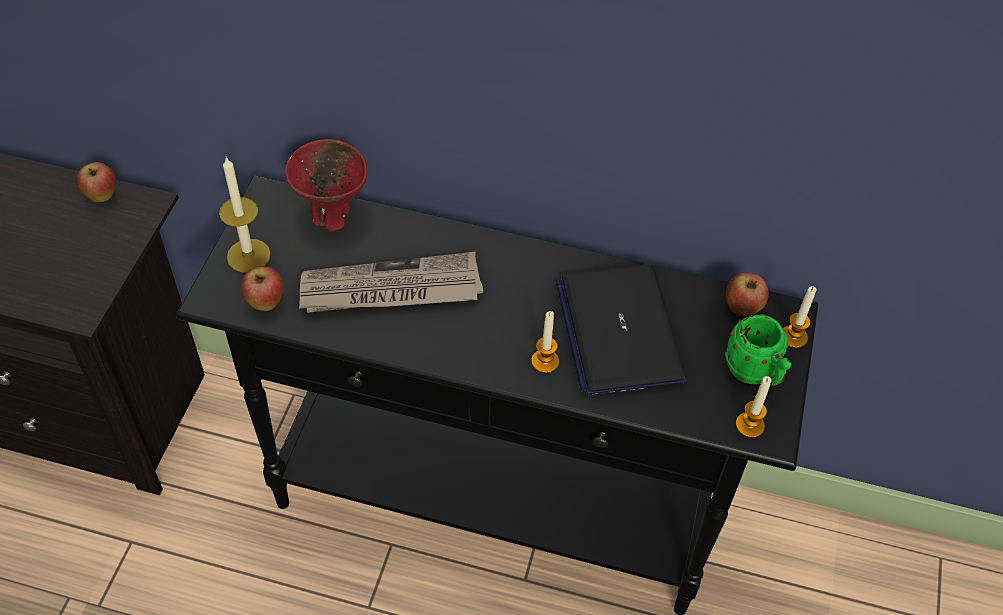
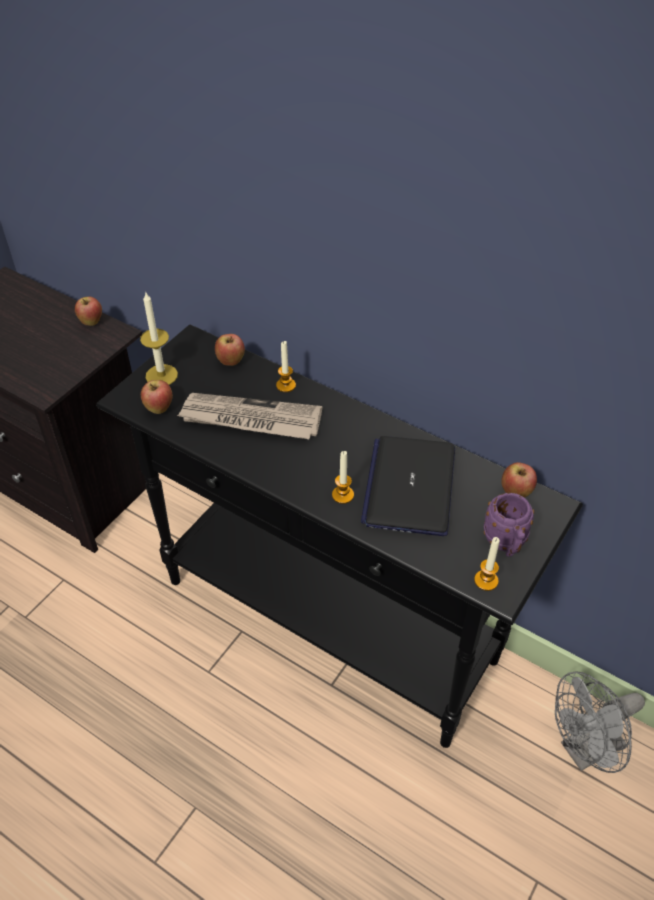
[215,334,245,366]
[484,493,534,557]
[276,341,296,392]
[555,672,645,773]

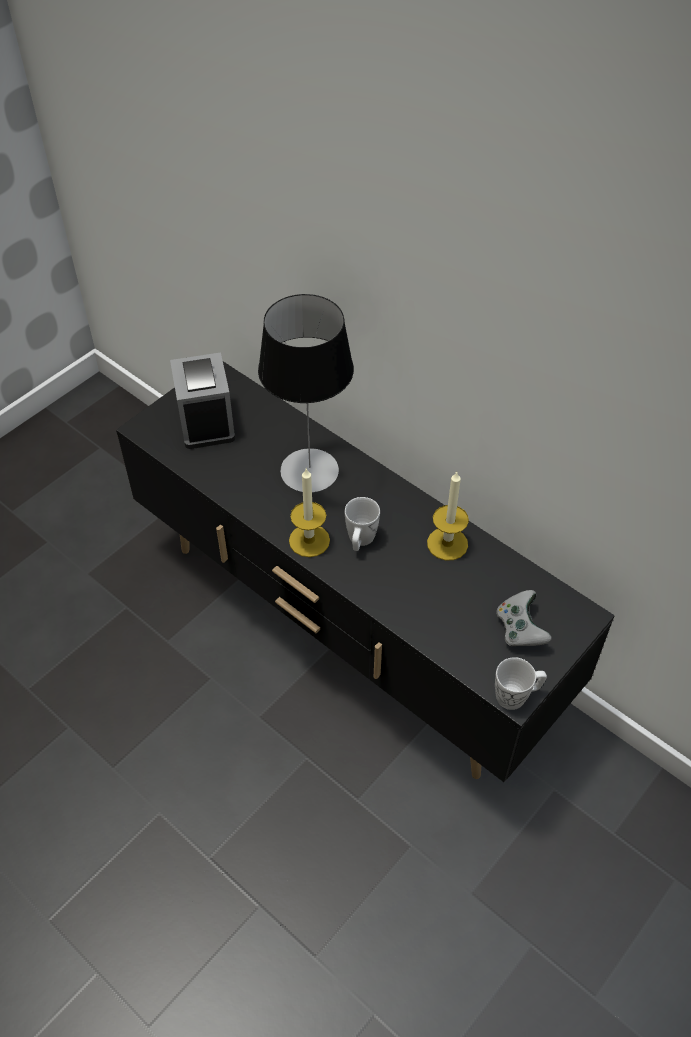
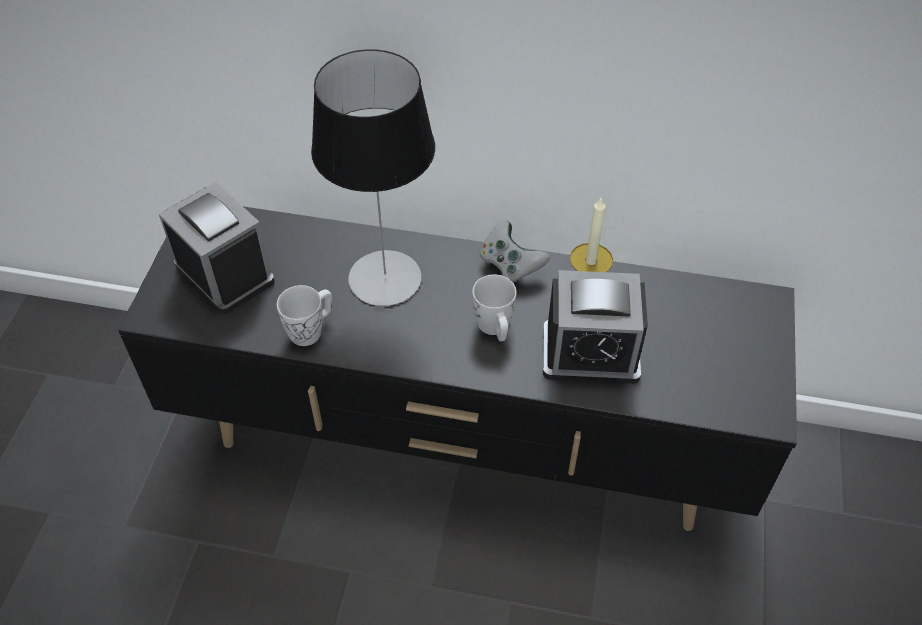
[289,467,330,557] (first image)
[277,285,332,346]
[479,220,550,283]
[543,270,648,384]

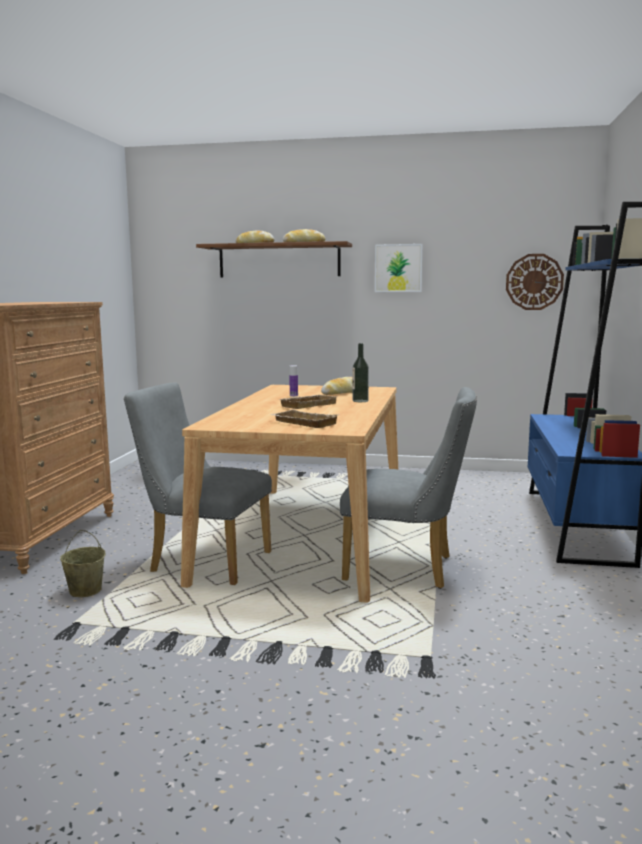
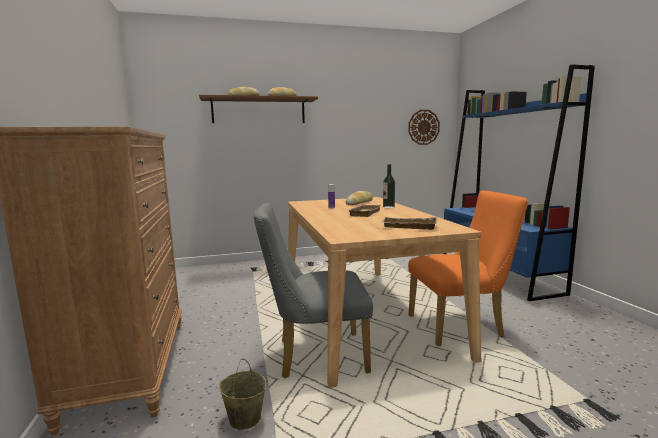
[408,191,529,346]
[375,244,423,292] (first image)

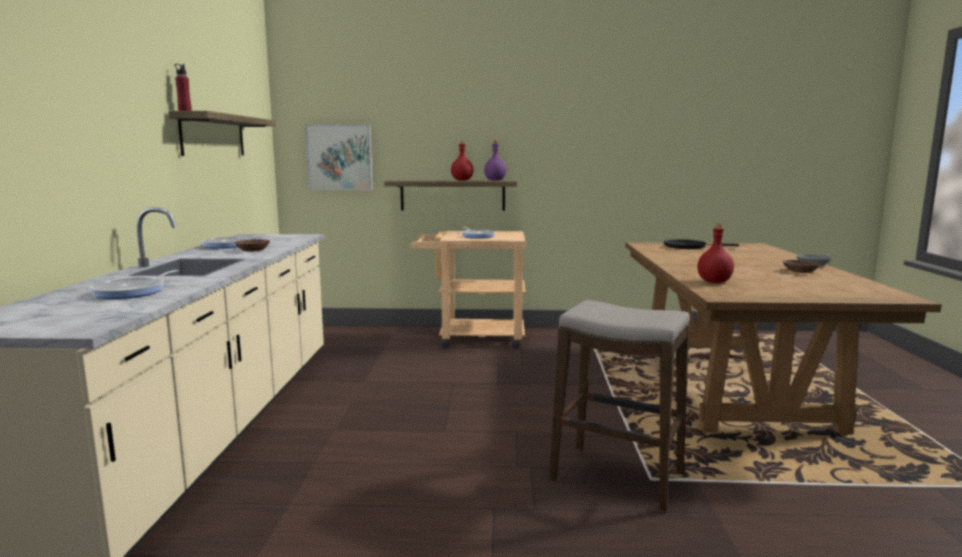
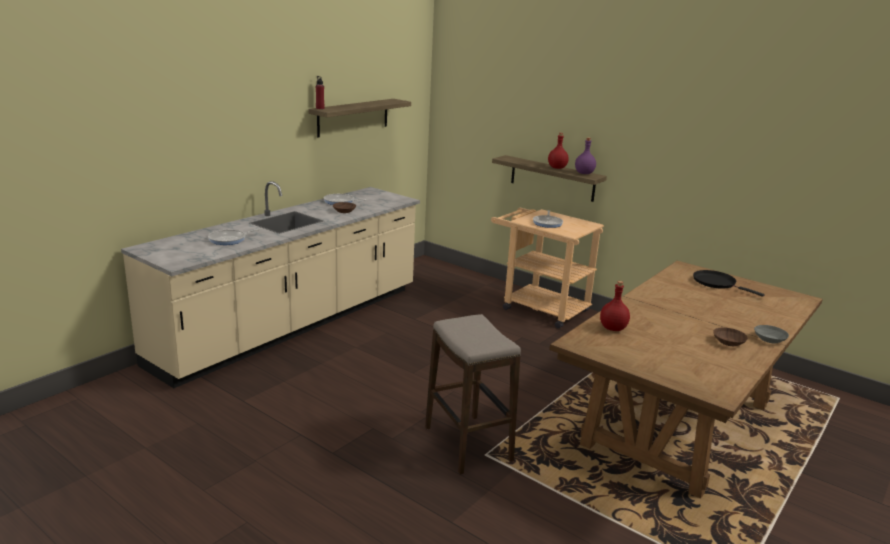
[305,124,373,190] (first image)

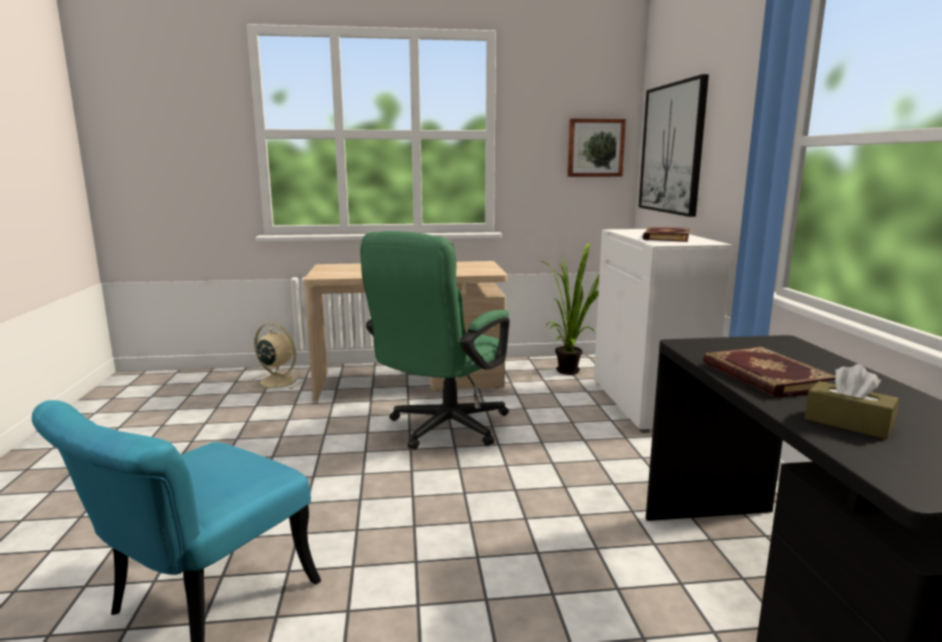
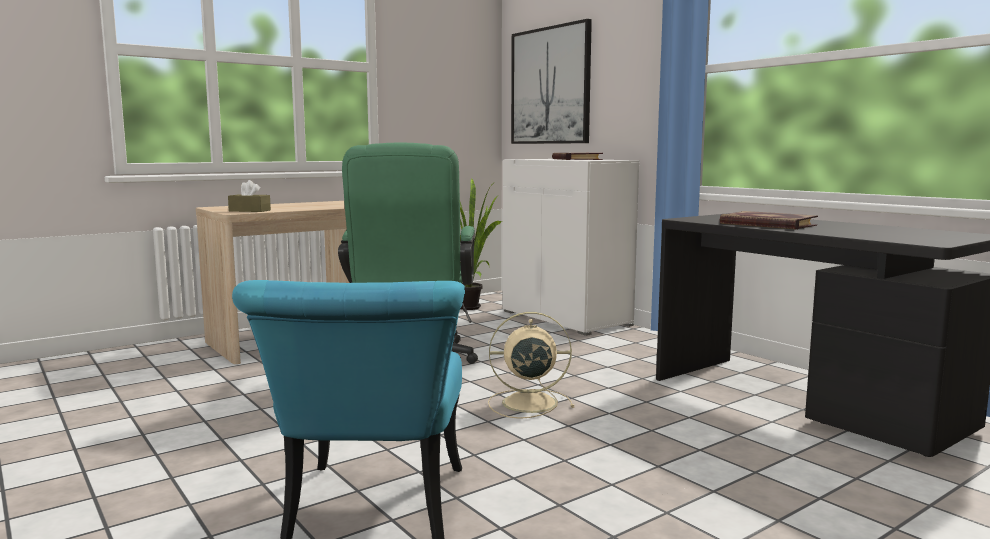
[488,312,575,419]
[567,119,626,177] (first image)
[228,180,271,212]

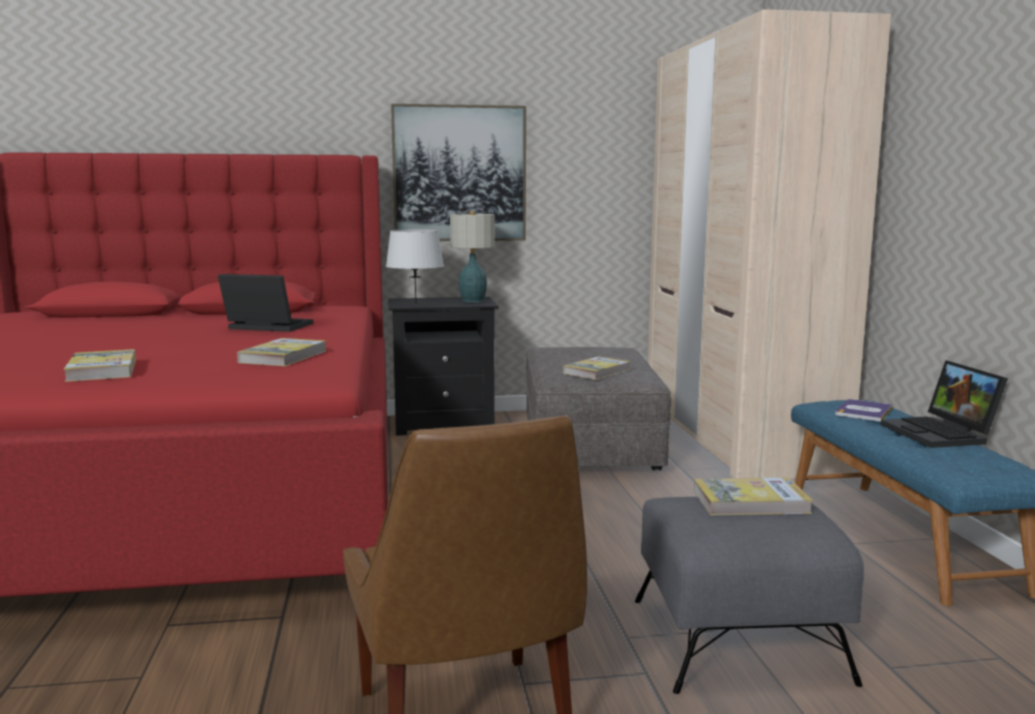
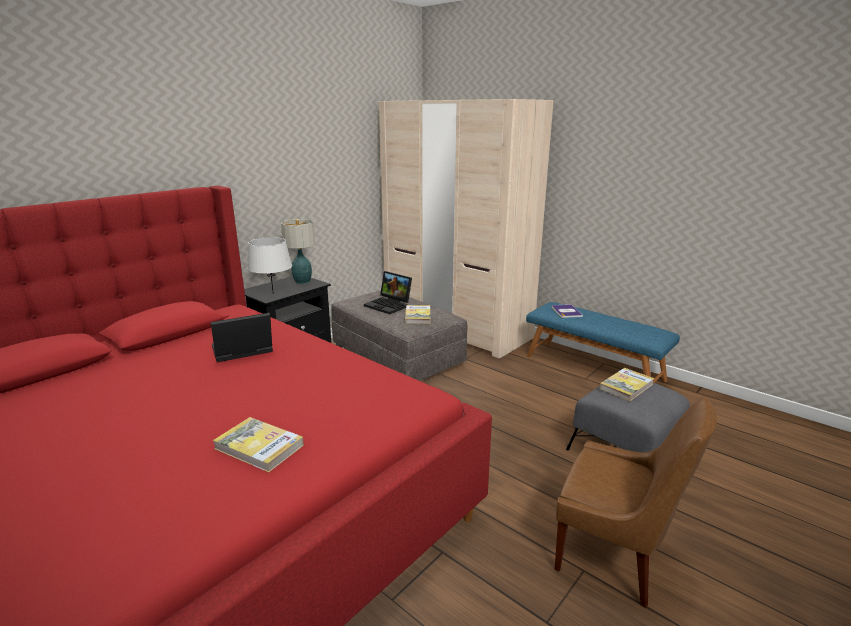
[237,338,327,366] (first image)
[391,104,526,241] (first image)
[364,271,412,314]

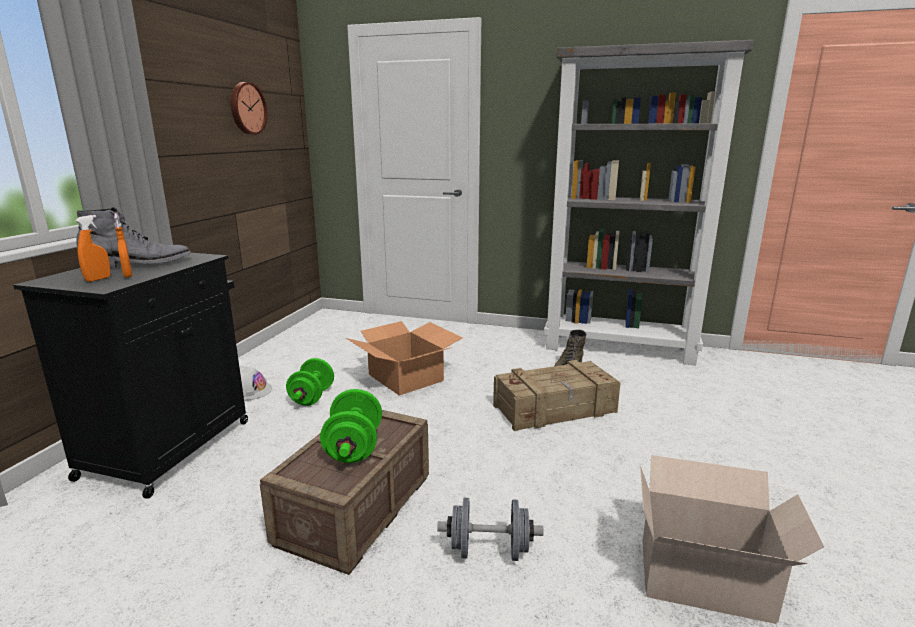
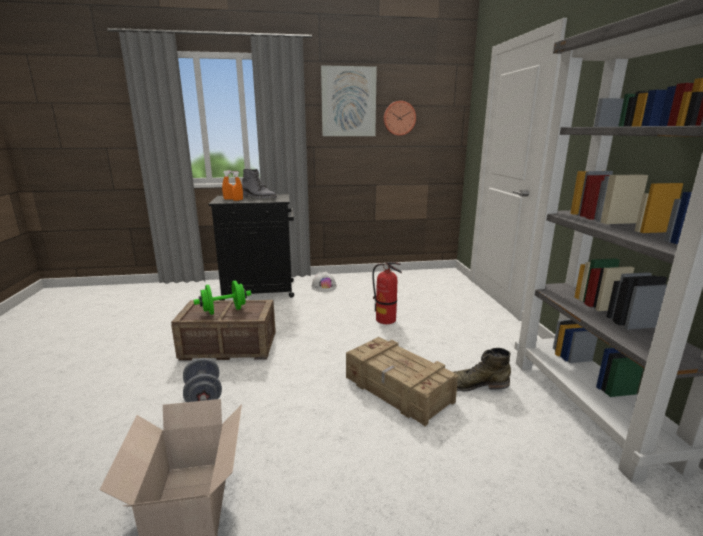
[286,358,334,406] (first image)
[372,262,402,324]
[321,65,377,136]

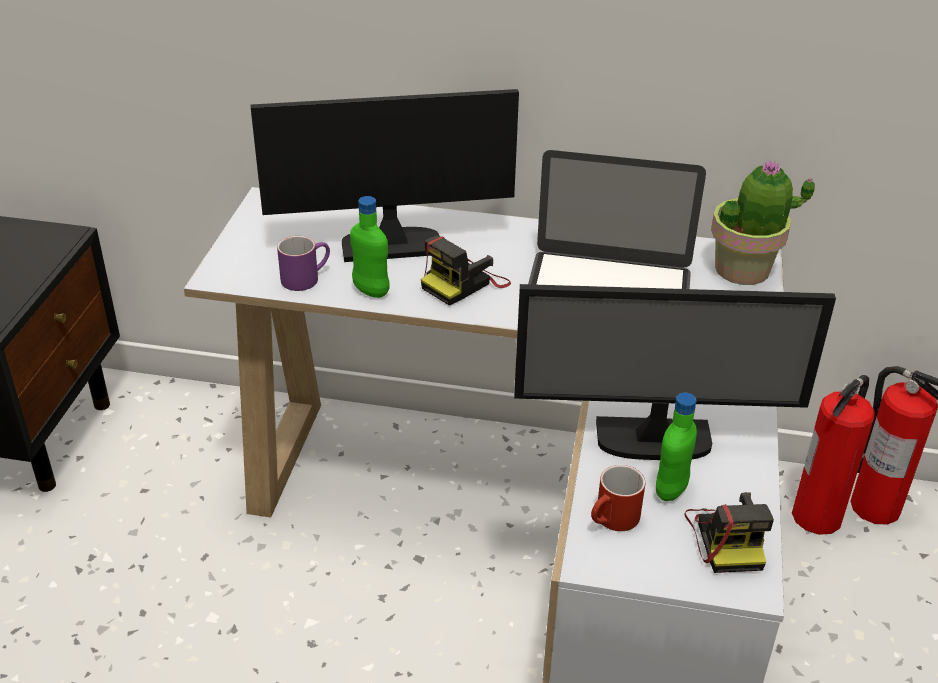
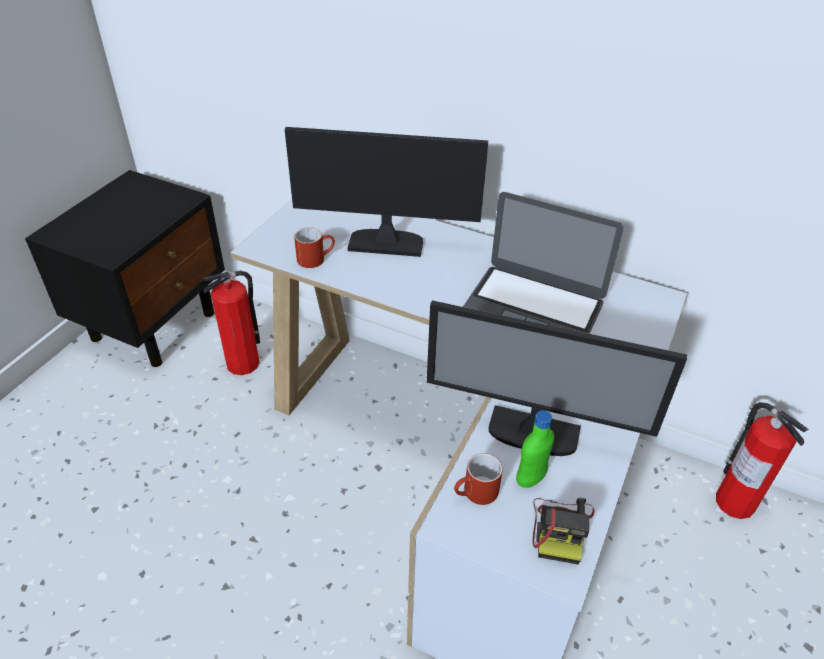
[294,227,335,268]
[350,196,390,298] (first image)
[421,235,511,306] (first image)
[711,160,815,285] (first image)
[203,271,260,375]

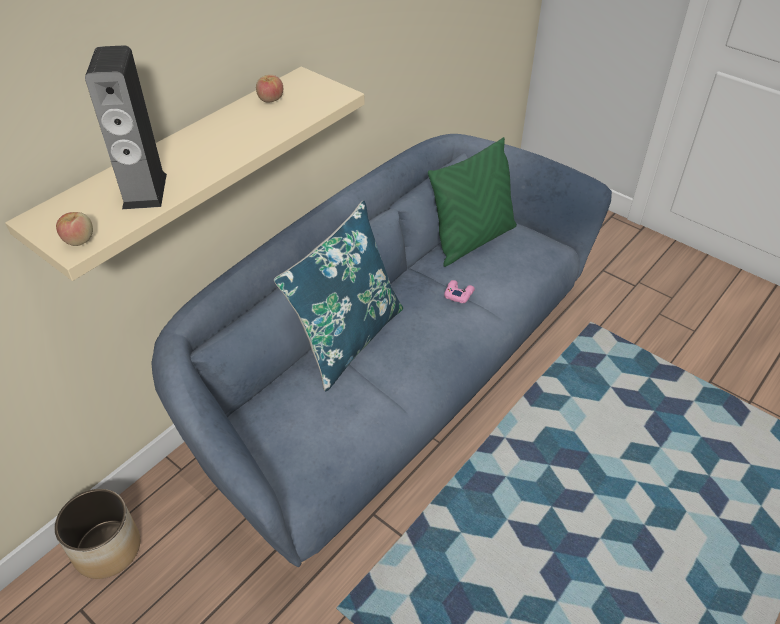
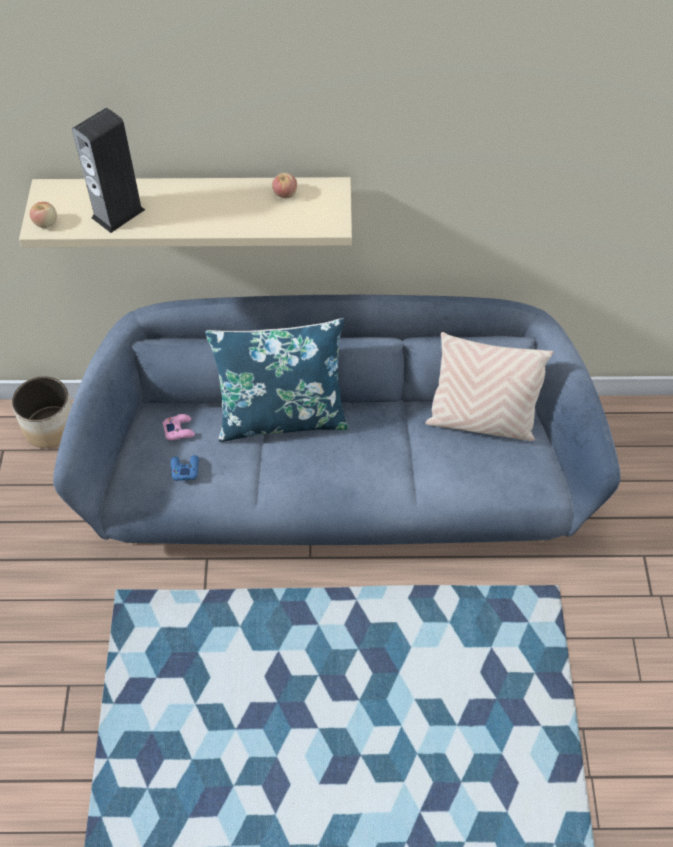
[425,332,553,441]
[163,414,195,440]
[171,455,199,481]

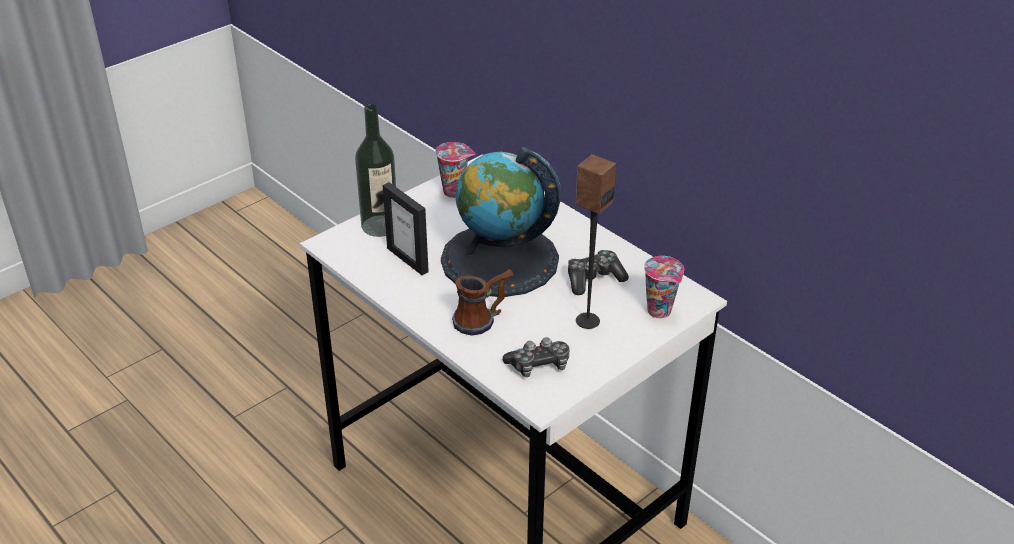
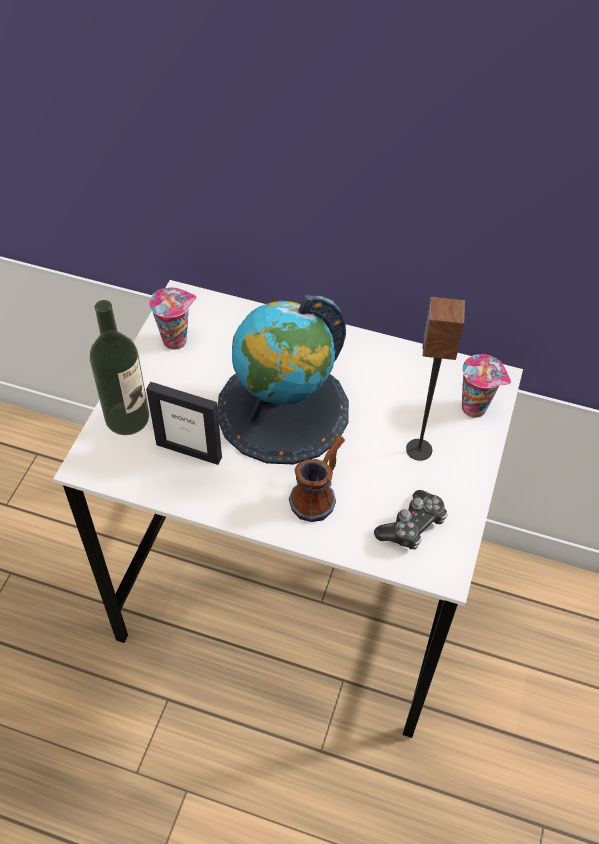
[568,250,629,295] (first image)

